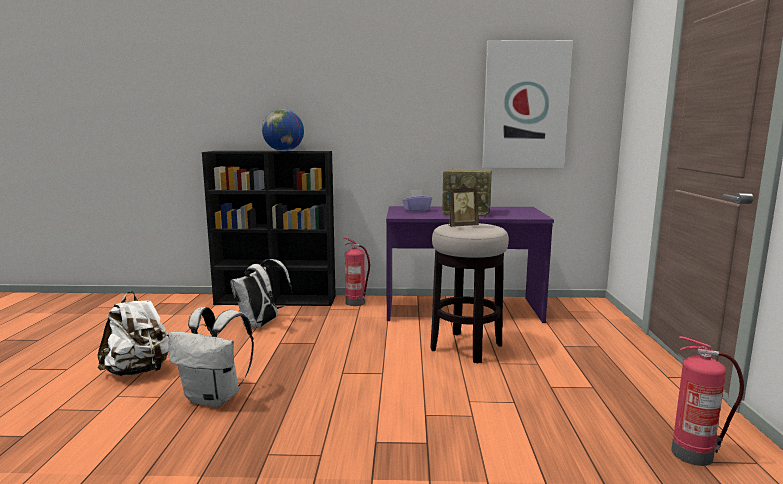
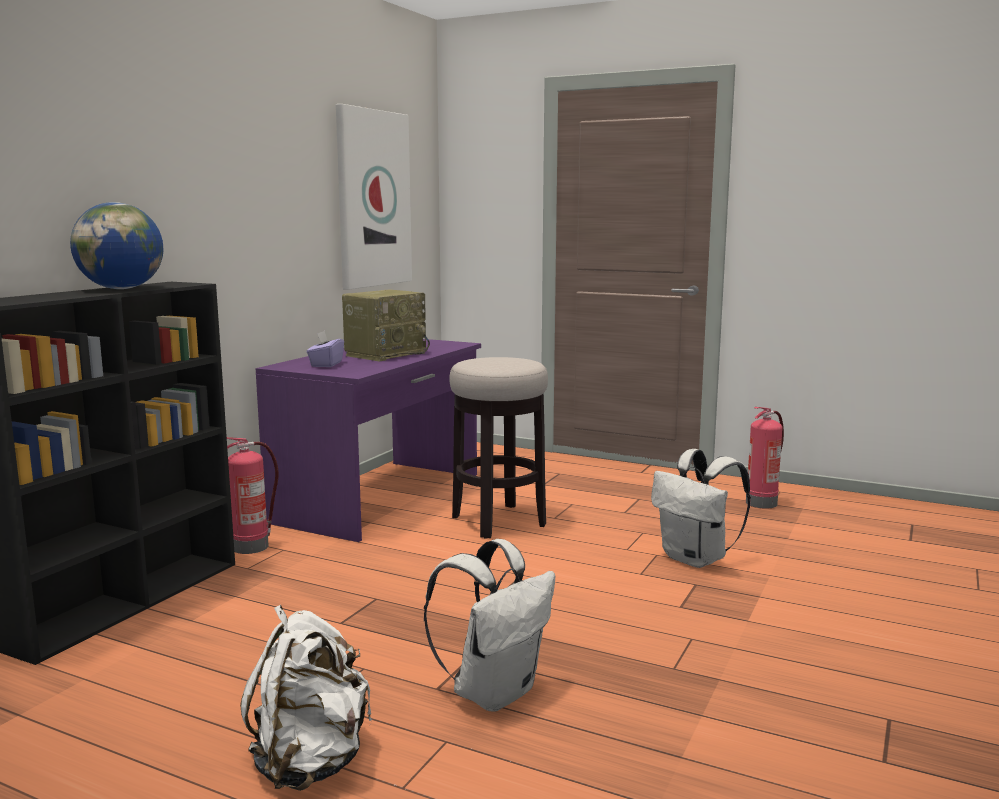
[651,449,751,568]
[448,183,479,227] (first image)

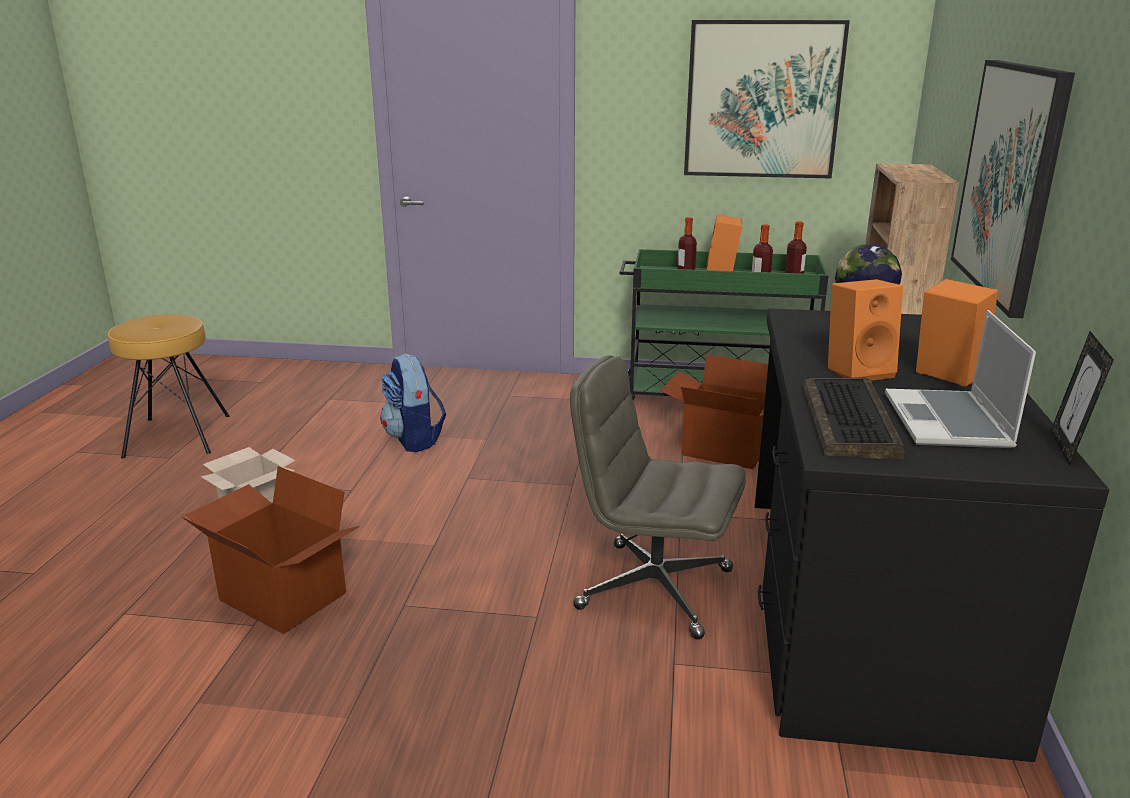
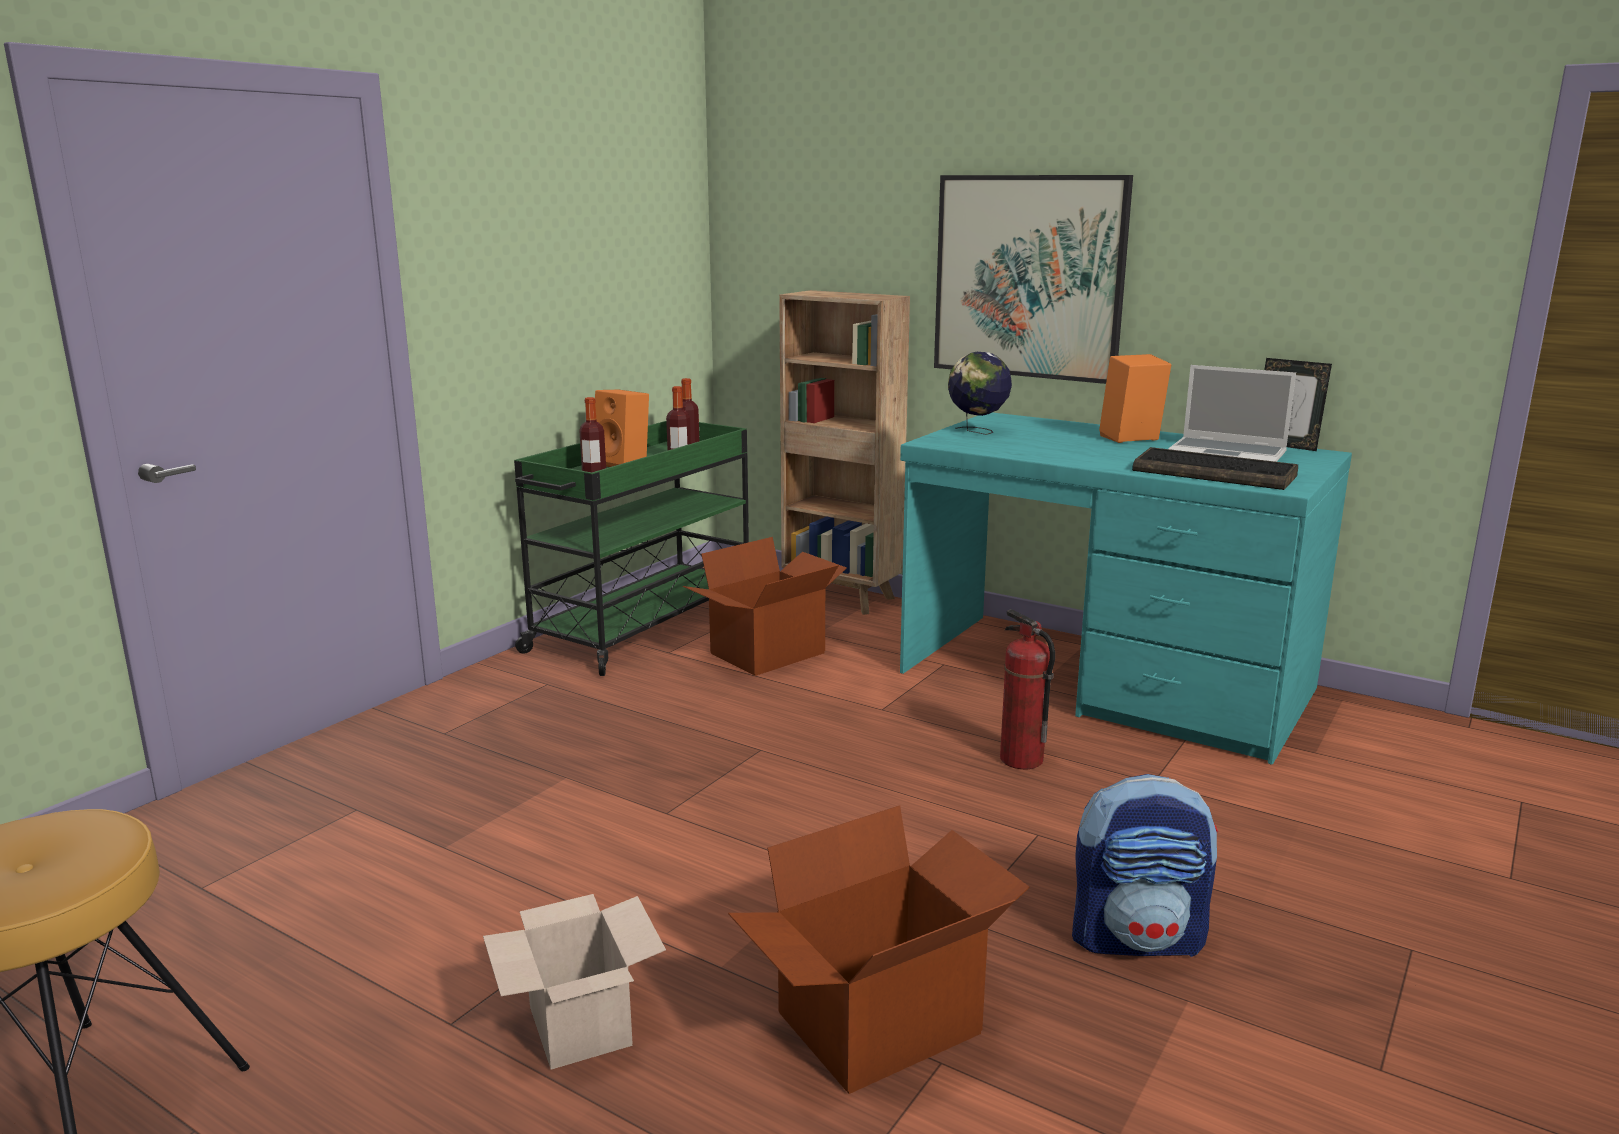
[1072,774,1218,957]
[1000,609,1055,769]
[684,20,850,178] (first image)
[900,412,1352,765]
[828,279,903,381] (first image)

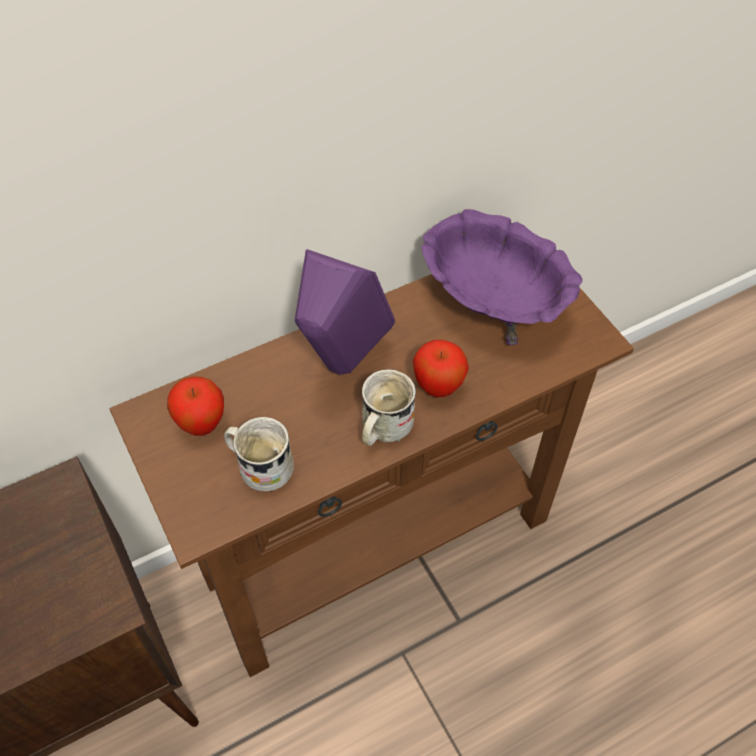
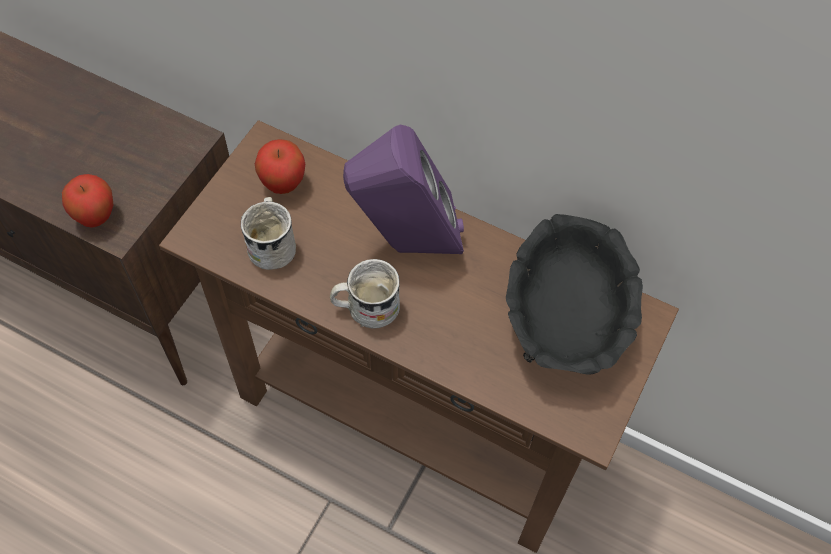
[62,174,113,228]
[506,214,643,375]

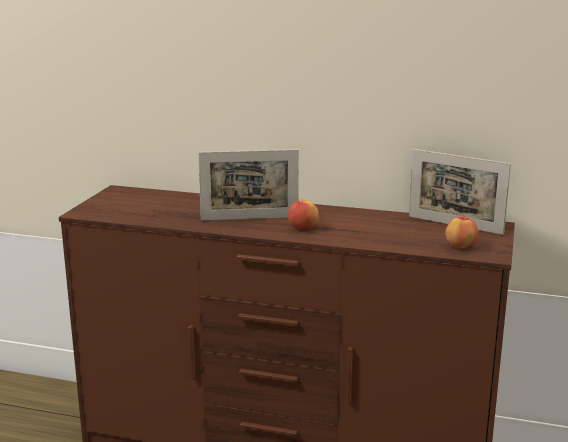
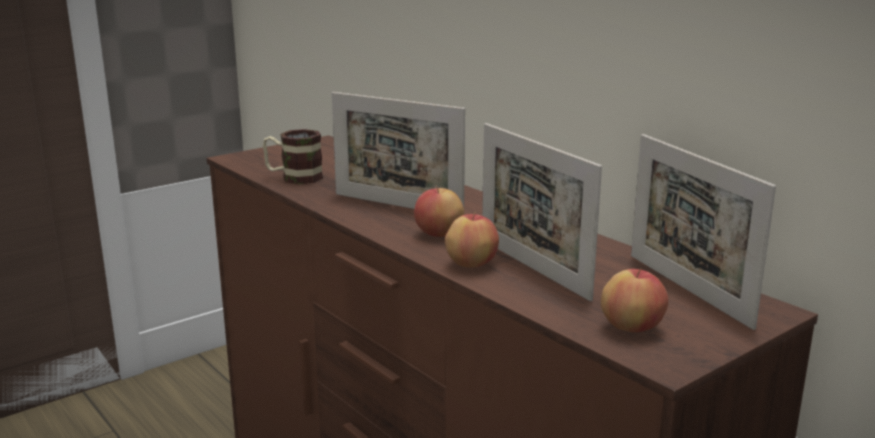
[263,129,323,184]
[445,212,499,268]
[482,123,602,302]

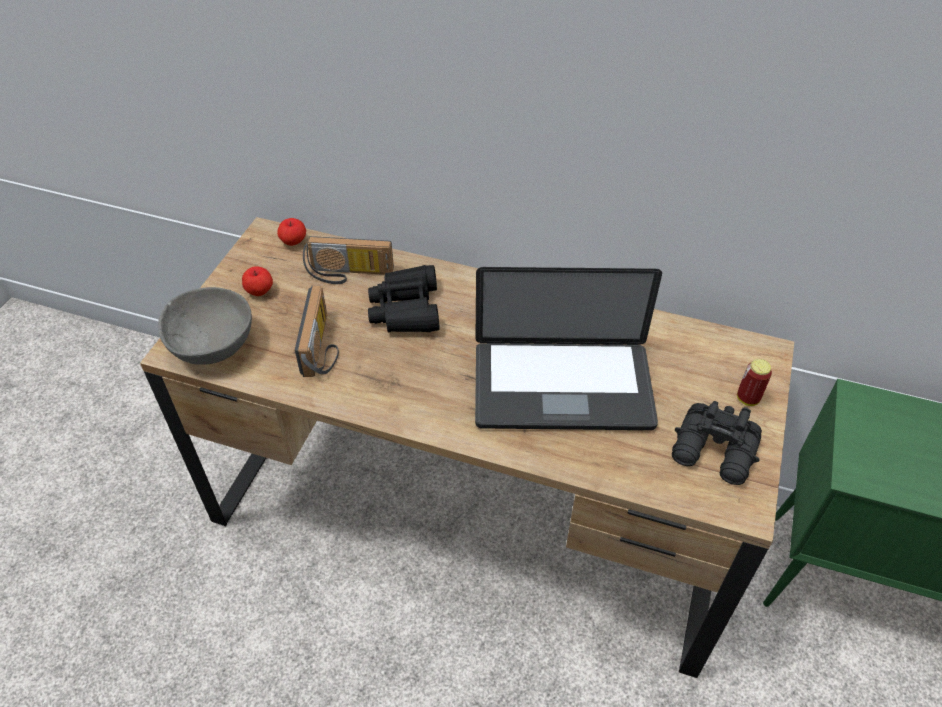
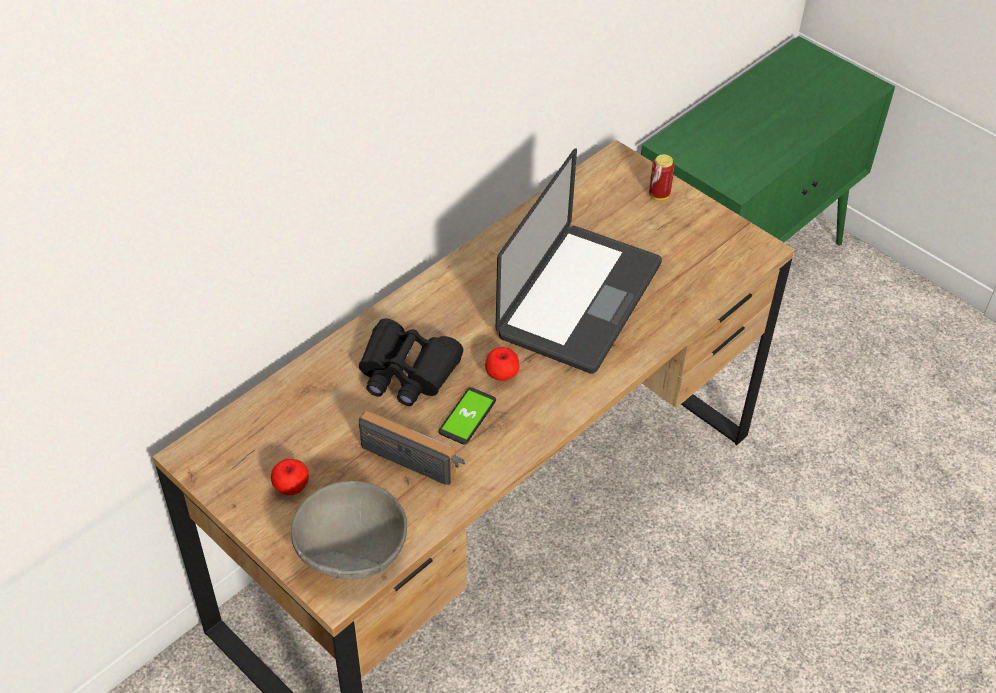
[485,347,520,381]
[303,236,394,284] (first image)
[672,401,762,485] (first image)
[438,388,496,444]

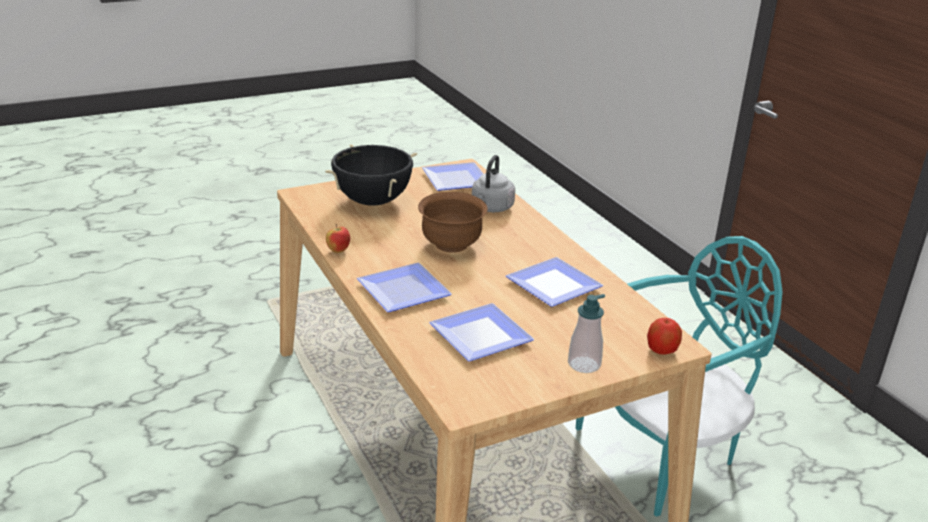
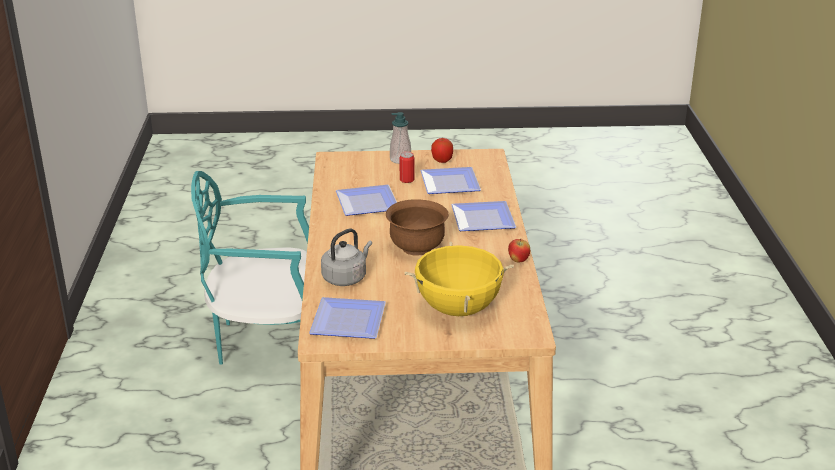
[404,242,514,316]
[431,138,453,163]
[400,152,415,183]

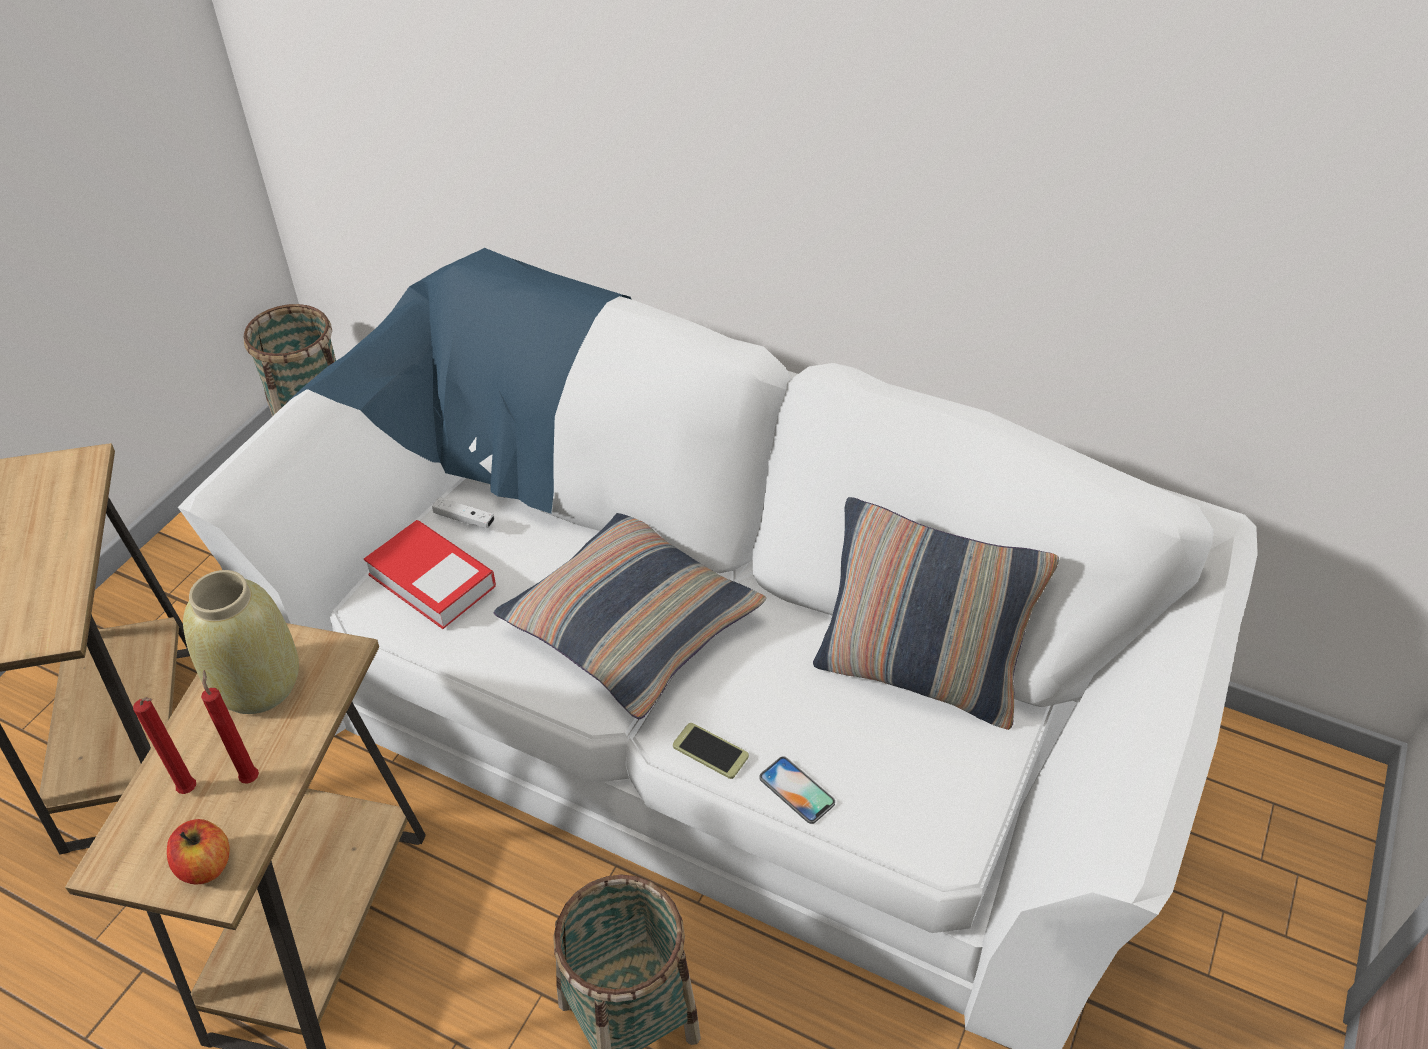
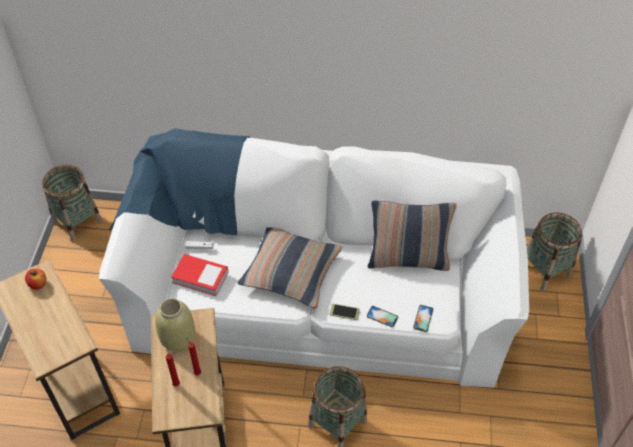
[25,268,46,290]
[413,305,434,332]
[527,212,582,291]

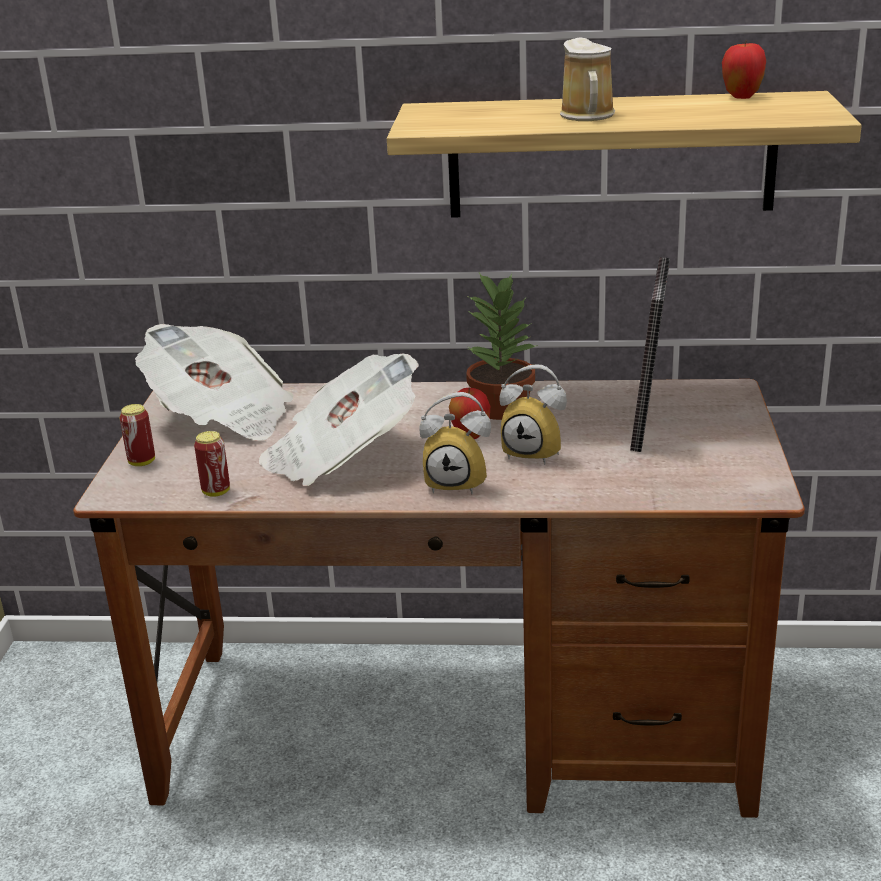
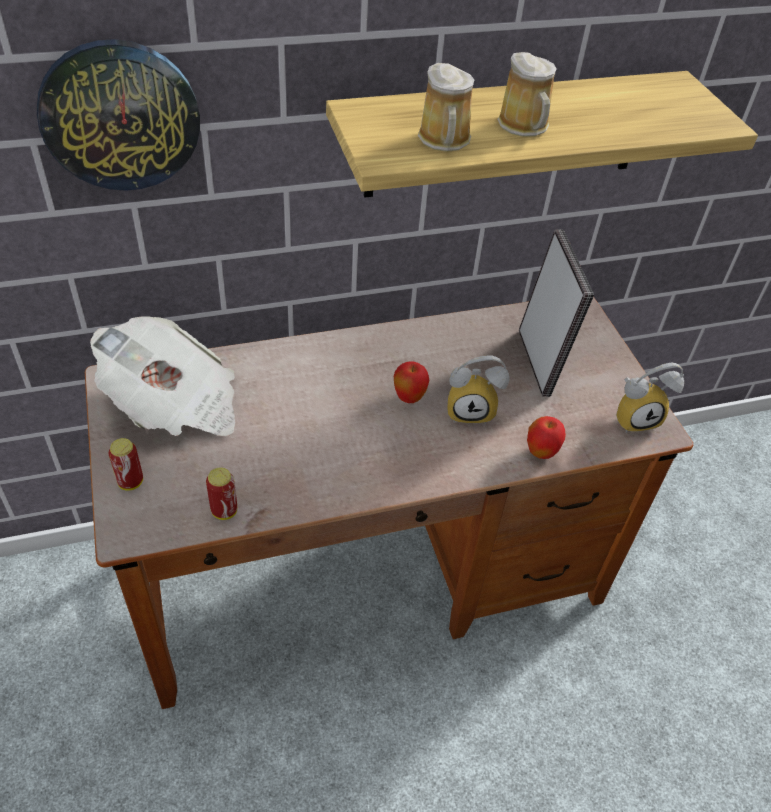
[259,354,419,486] (first image)
[616,363,684,433]
[466,273,538,420] (first image)
[527,416,566,459]
[37,39,200,191]
[418,63,474,152]

